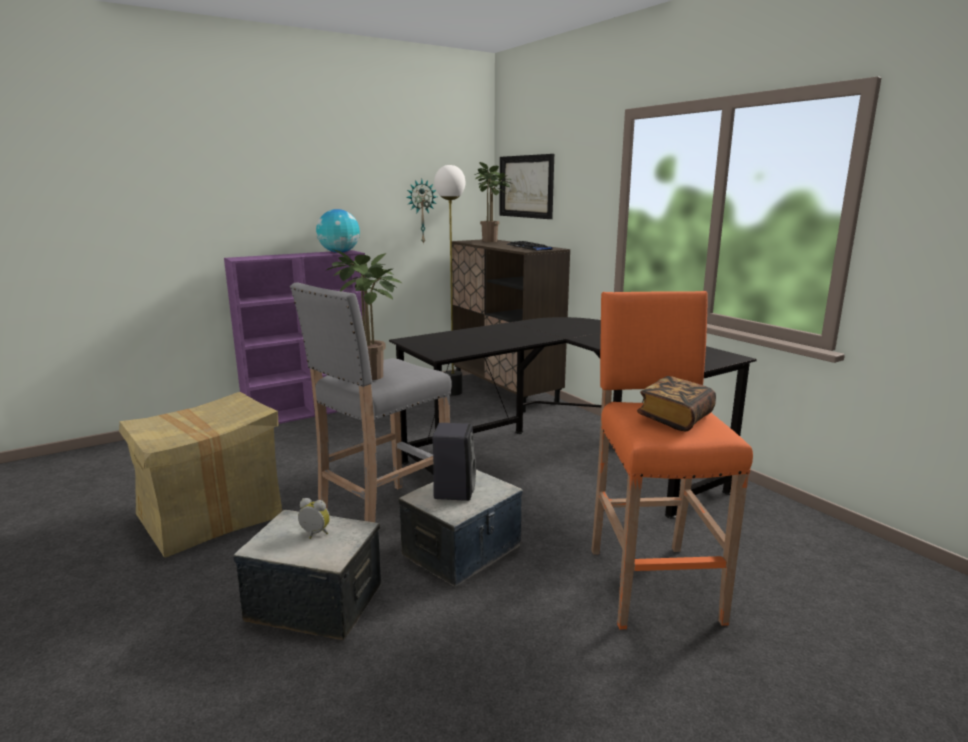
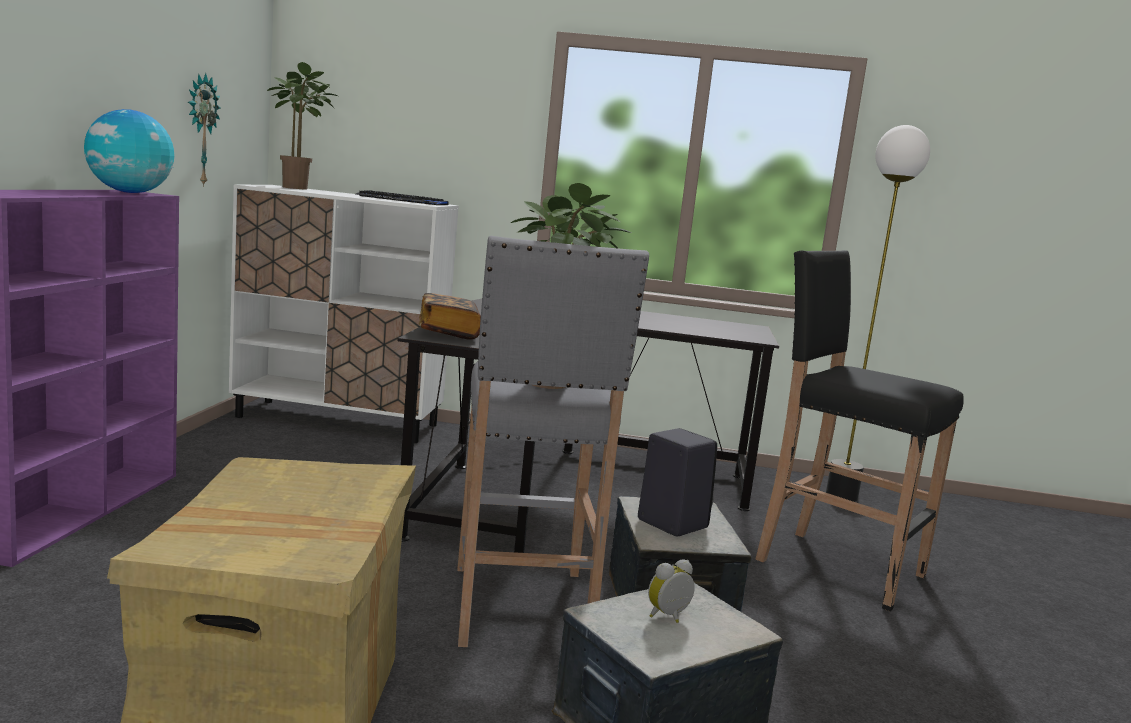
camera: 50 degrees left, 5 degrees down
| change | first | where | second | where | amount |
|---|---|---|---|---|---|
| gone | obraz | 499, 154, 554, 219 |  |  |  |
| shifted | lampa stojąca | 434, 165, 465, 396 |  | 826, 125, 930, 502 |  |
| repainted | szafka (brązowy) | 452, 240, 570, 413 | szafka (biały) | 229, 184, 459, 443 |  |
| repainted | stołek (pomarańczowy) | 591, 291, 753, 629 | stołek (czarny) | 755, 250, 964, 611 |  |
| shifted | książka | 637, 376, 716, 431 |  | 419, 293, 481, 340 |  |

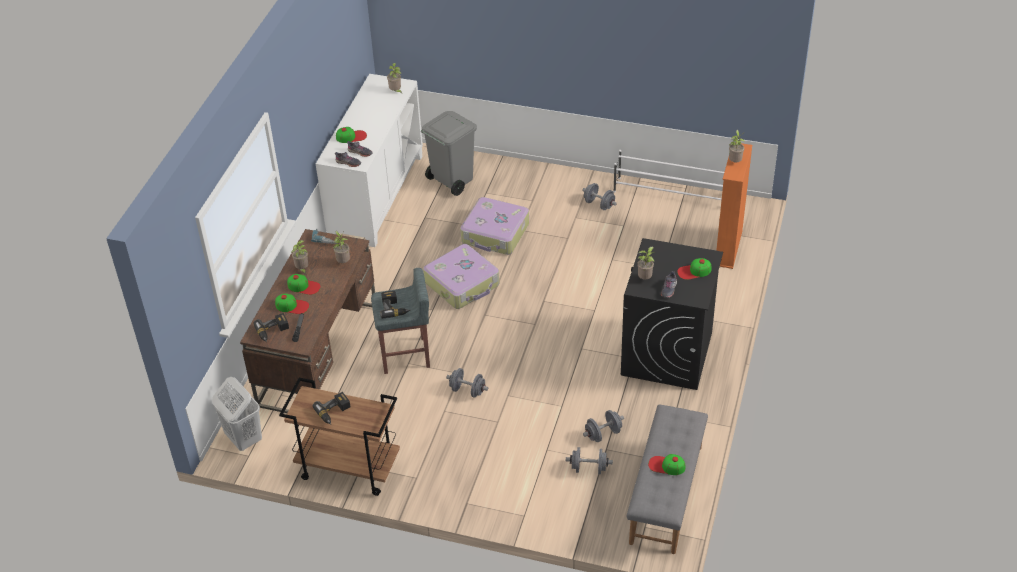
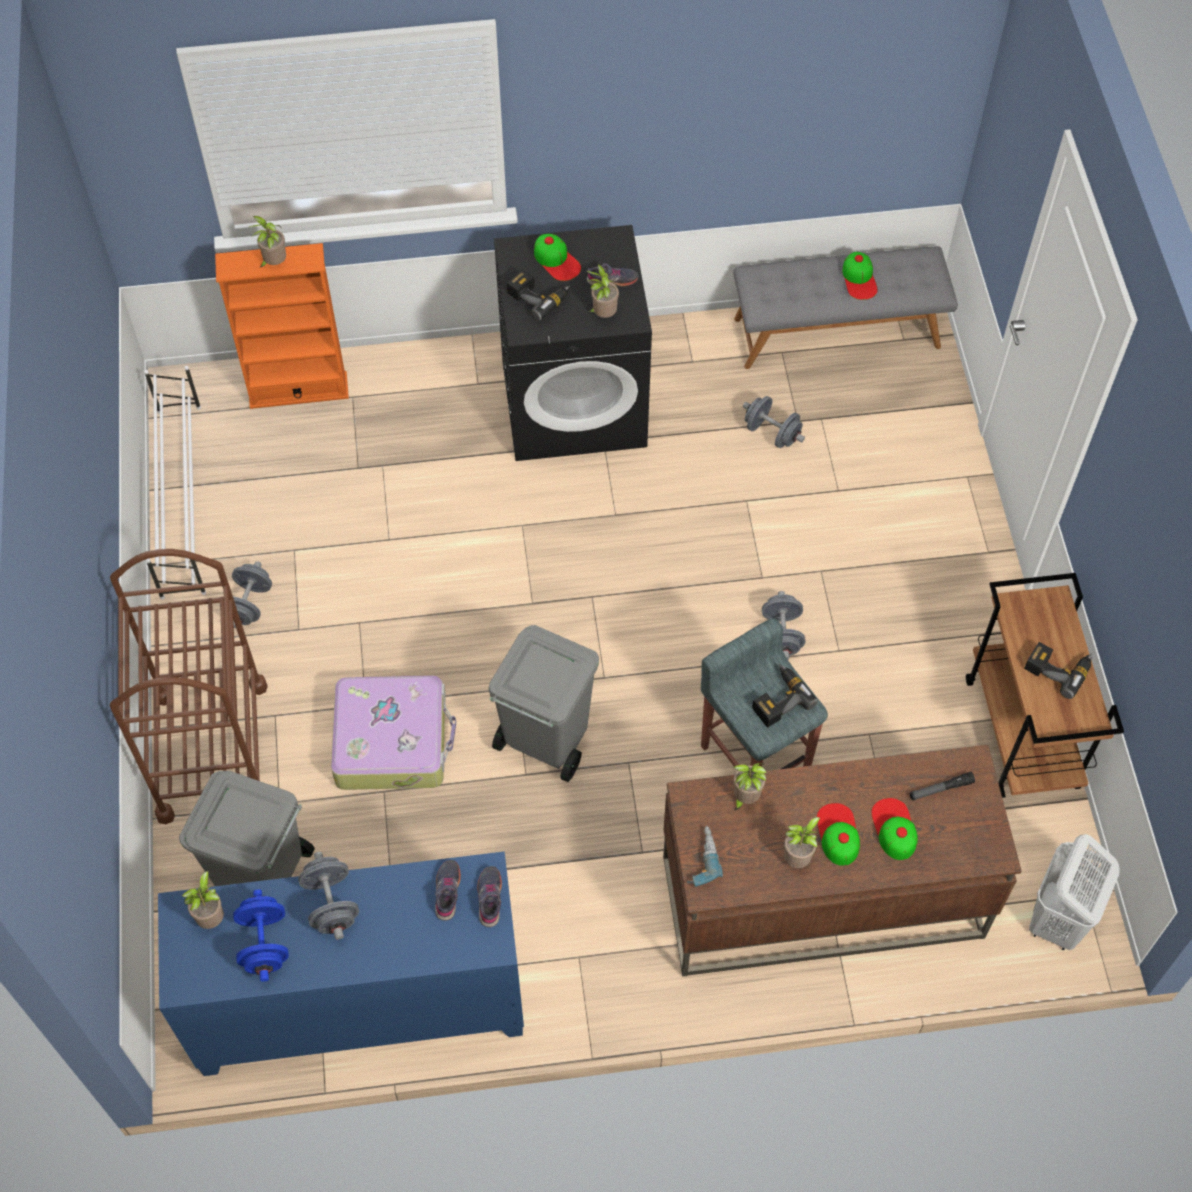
camera: 115 degrees left, 15 degrees up
| change | first | where | second | where | amount |
|---|---|---|---|---|---|
| repainted | szafka (biały) | 316, 74, 423, 247 | szafka (niebieski) | 158, 851, 524, 1076 |  |
| gone | czapka z daszkiem | 336, 127, 367, 143 |  |  |  |
| swapped | walizka | 423, 244, 499, 309 | kosz na śmieci (szary) | 489, 625, 599, 782 |  |
| shifted | wiertarka | 253, 313, 289, 342 |  | 507, 270, 570, 321 |  |
| shifted | hantel (szary) | 566, 447, 613, 474 |  | 298, 852, 359, 940 |  |
| new |  |  | wózek (brązowy) | 110, 549, 268, 824 |  |
| new |  |  | hantel (niebieski) | 233, 889, 289, 982 |  |

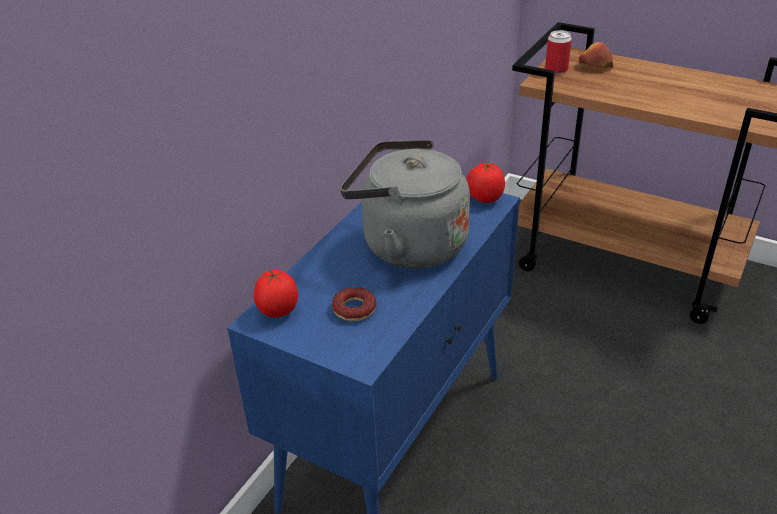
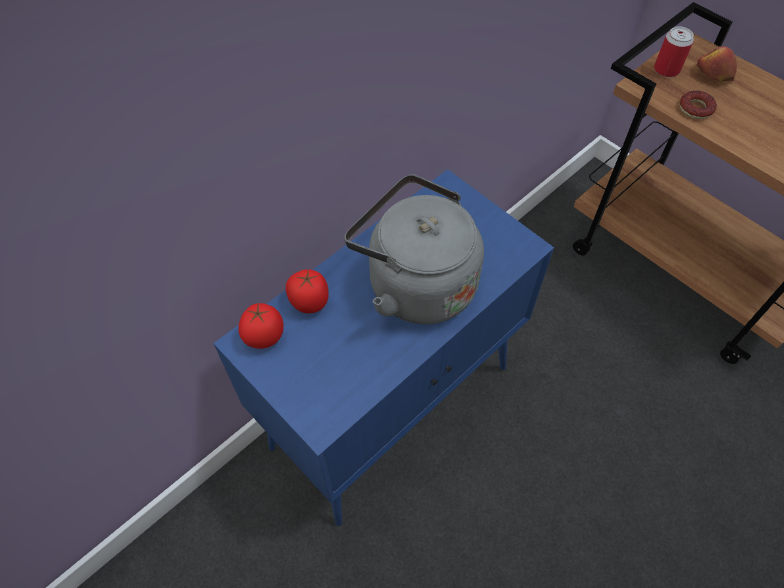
camera: 15 degrees right, 20 degrees up
| change | first | where | second | where | amount |
|---|---|---|---|---|---|
| shifted | pomidor | 466, 162, 505, 203 |  | 286, 269, 329, 313 |  |
| shifted | donut | 332, 287, 376, 321 |  | 679, 90, 717, 119 |  |

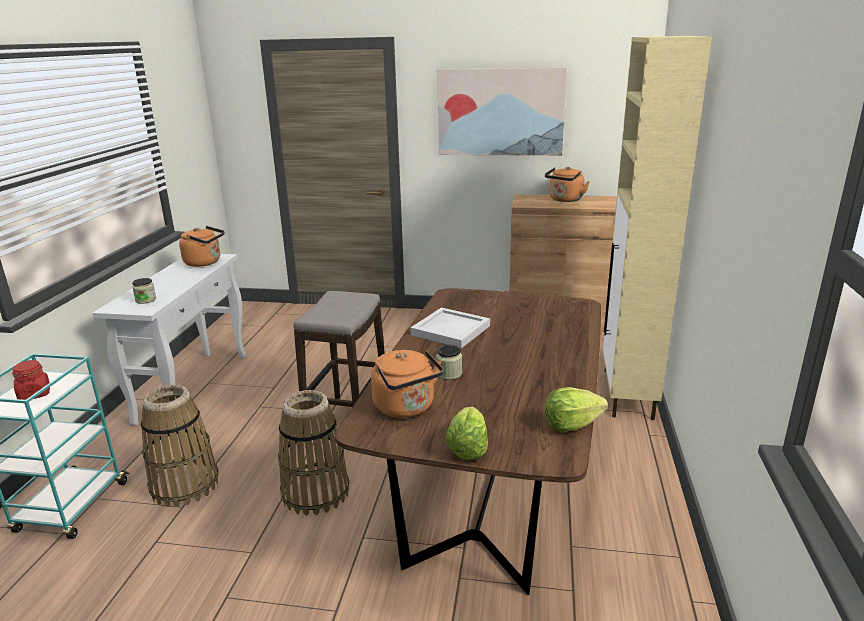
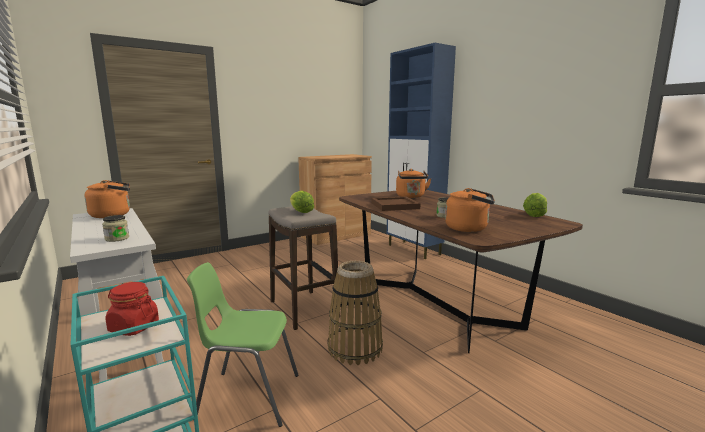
camera: 45 degrees left, 10 degrees down
| change | first | where | second | where | amount |
|---|---|---|---|---|---|
| repainted | szafka (beżowy) | 602, 36, 712, 420 | szafka (niebieski) | 387, 43, 456, 259 |  |
| gone | obraz | 437, 67, 567, 156 |  |  |  |
| shifted | czajnik (pomarańczowy) | 545, 167, 590, 202 |  | 396, 169, 431, 198 |  |
| repainted | taca (biały) | 411, 307, 490, 348 | taca (brązowy) | 372, 196, 420, 211 |  |
| swapped | koszyk | 141, 385, 219, 507 | krzesło (zielony) | 187, 262, 298, 427 |  |
| shifted | sałata | 445, 407, 488, 460 |  | 290, 190, 314, 213 |  |

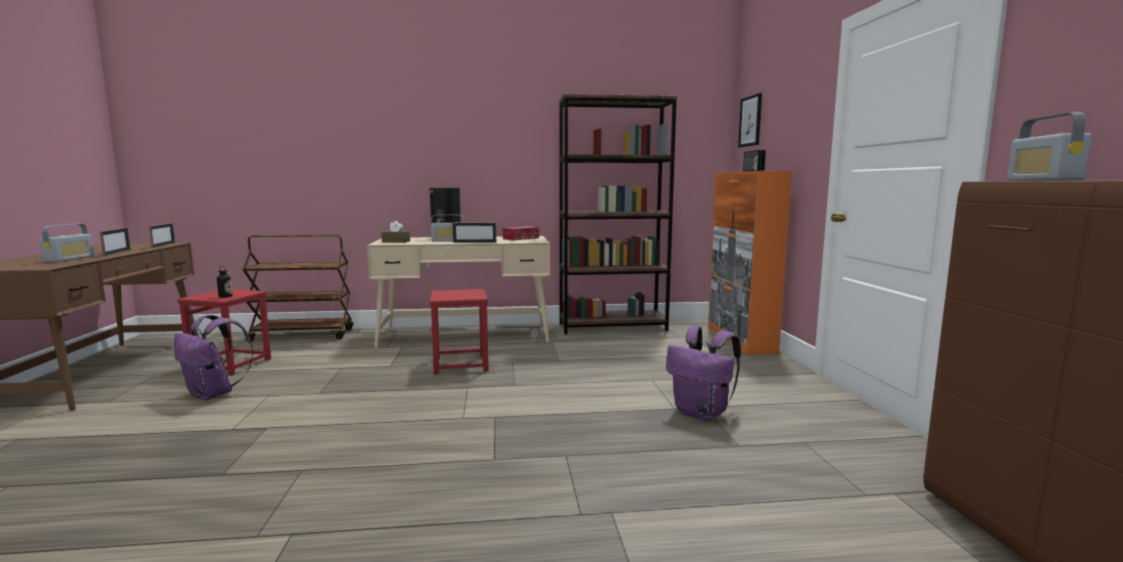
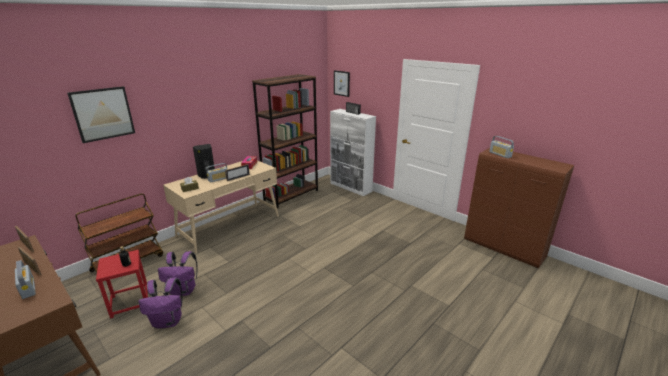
camera: 40 degrees left, 15 degrees up
| change | first | where | second | where | amount |
|---|---|---|---|---|---|
| repainted | szafka (pomarańczowy) | 708, 171, 792, 355 | szafka (biały) | 330, 109, 376, 196 |  |
| gone | stołek (czerwony) | 430, 289, 489, 375 |  |  |  |
| shifted | plecak (fioletowy) | 666, 326, 741, 420 |  | 158, 251, 198, 296 |  |
| new |  |  | obraz | 67, 86, 135, 143 |  |

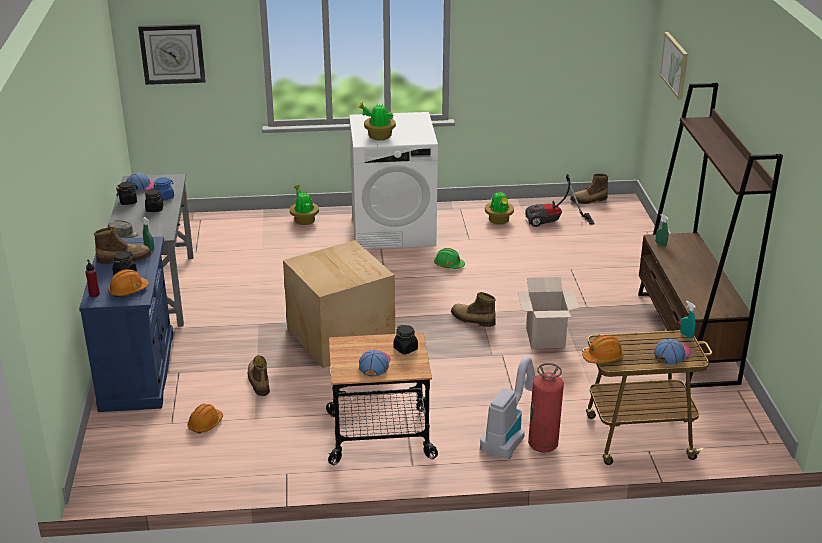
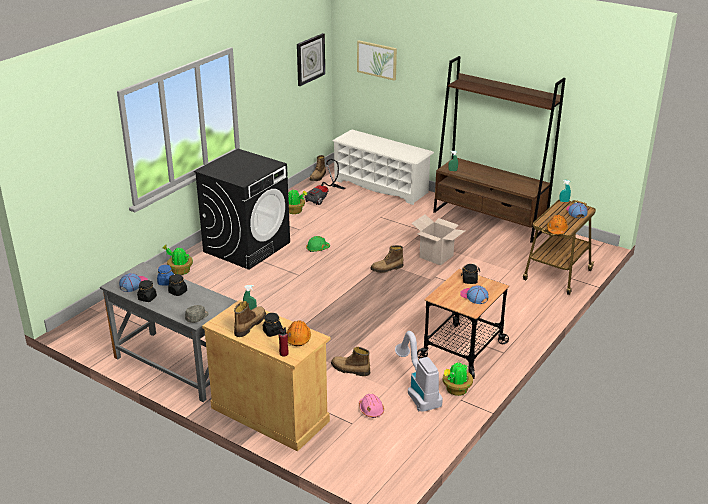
camera: 50 degrees left, 0 degrees up
| change | first | where | second | where | amount |
|---|---|---|---|---|---|
| shifted | zegar ścienny | 138, 24, 206, 85 |  | 297, 33, 325, 86 |  |
| shifted | roślina doniczkowa | 358, 102, 396, 140 |  | 443, 361, 473, 396 |  |
| repainted | pralka (biały) | 349, 112, 438, 249 | pralka (czarny) | 194, 149, 290, 270 |  |
| repainted | szafka (niebieski) | 79, 237, 174, 412 | szafka (beżowy) | 202, 300, 330, 451 |  |
| gone | karton | 283, 240, 395, 368 |  |  |  |
| shifted | odkurzacz | 480, 356, 537, 459 |  | 395, 331, 443, 412 |  |
| gone | gaśnica | 528, 363, 564, 453 |  |  |  |
| repainted | kask (pomarańczowy) | 188, 404, 223, 434 | kask (różowy) | 359, 394, 384, 418 |  |
| new |  |  | regał na buty (biały) | 332, 129, 434, 205 |  |

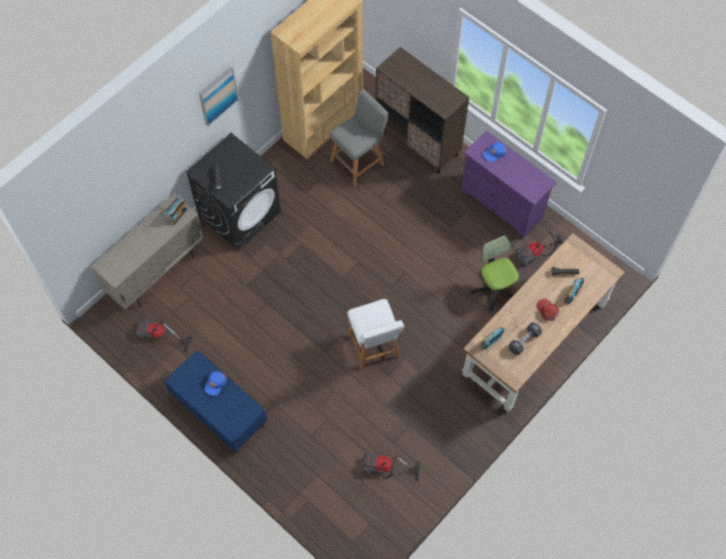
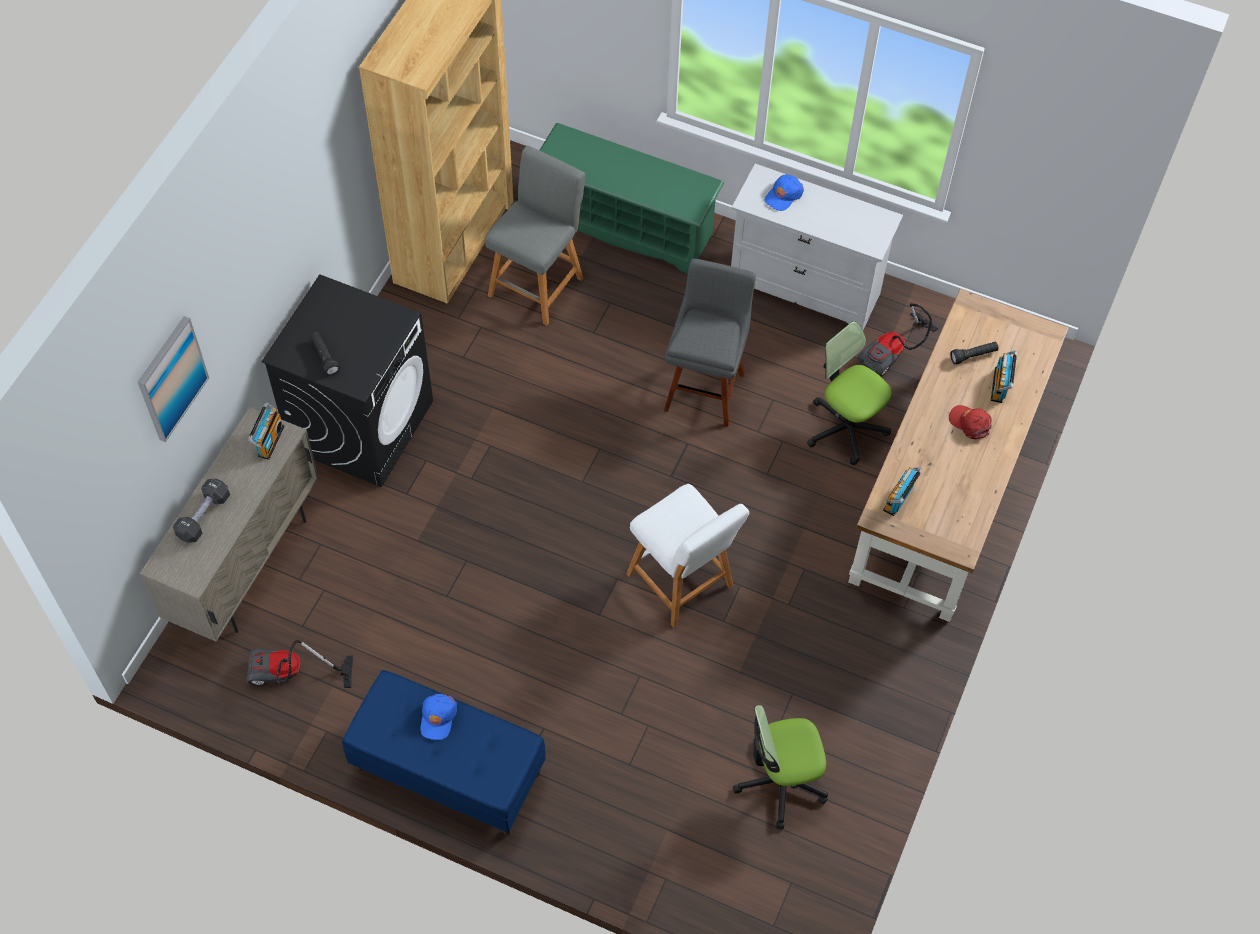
camera: 20 degrees left, 5 degrees down
| change | first | where | second | where | amount |
|---|---|---|---|---|---|
| swapped | szafka (brązowy) | 376, 47, 469, 174 | regał na buty (zielony) | 539, 123, 724, 274 |  |
| shifted | obraz | 199, 67, 239, 126 |  | 138, 316, 209, 442 |  |
| repainted | komoda (fioletowy) | 461, 130, 557, 238 | komoda (biały) | 731, 164, 903, 330 |  |
| shifted | hantel (czarny) | 509, 322, 542, 355 |  | 173, 479, 230, 543 |  |
| swapped | odkurzacz | 362, 453, 420, 481 | krzesło biurowe | 733, 705, 828, 829 |  |
| new |  |  | stołek (szary) | 664, 259, 756, 427 |  |

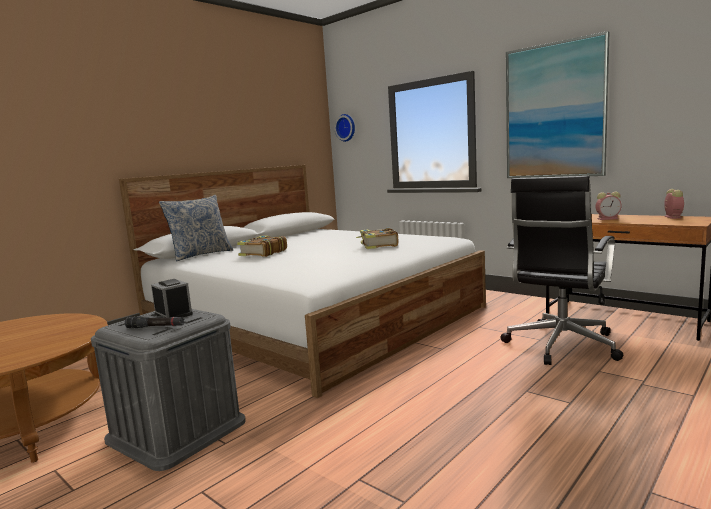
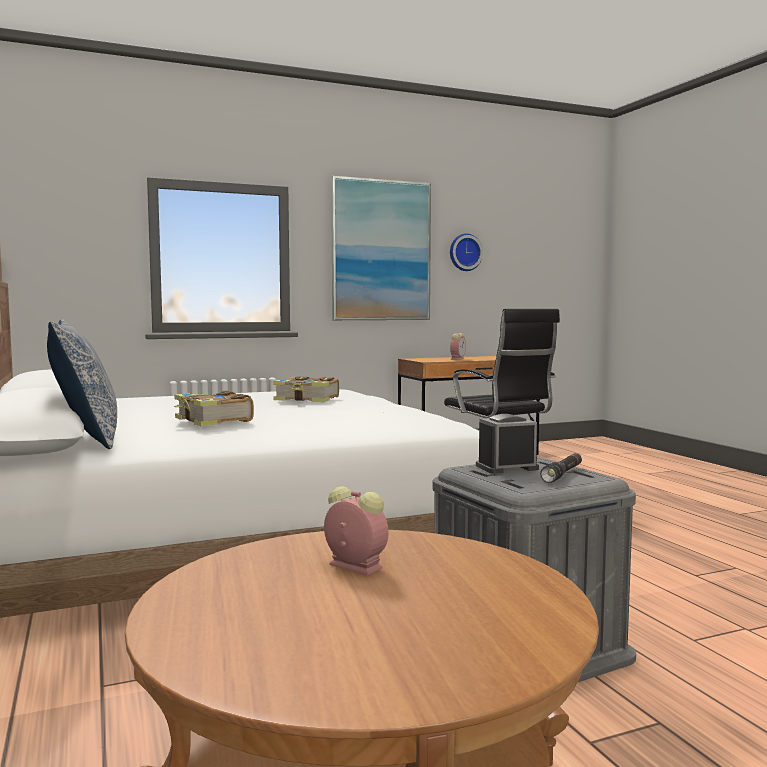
camera: 65 degrees left, 5 degrees down
| change | first | where | second | where | amount |
|---|---|---|---|---|---|
| shifted | zegar ścienny | 334, 114, 355, 142 |  | 450, 233, 483, 271 |  |
| shifted | budzik | 664, 189, 684, 219 |  | 324, 486, 389, 575 |  |

